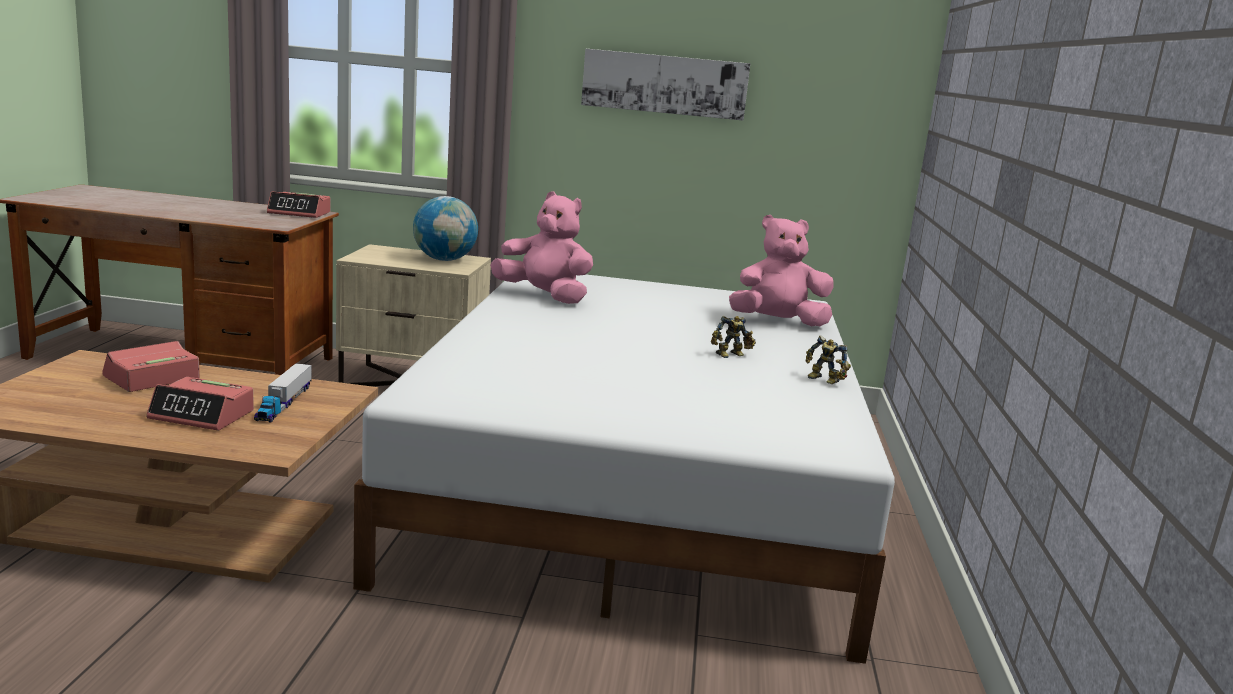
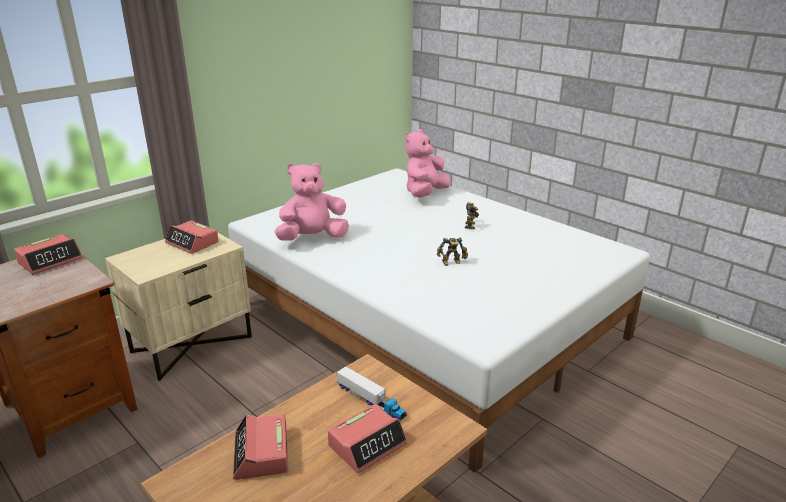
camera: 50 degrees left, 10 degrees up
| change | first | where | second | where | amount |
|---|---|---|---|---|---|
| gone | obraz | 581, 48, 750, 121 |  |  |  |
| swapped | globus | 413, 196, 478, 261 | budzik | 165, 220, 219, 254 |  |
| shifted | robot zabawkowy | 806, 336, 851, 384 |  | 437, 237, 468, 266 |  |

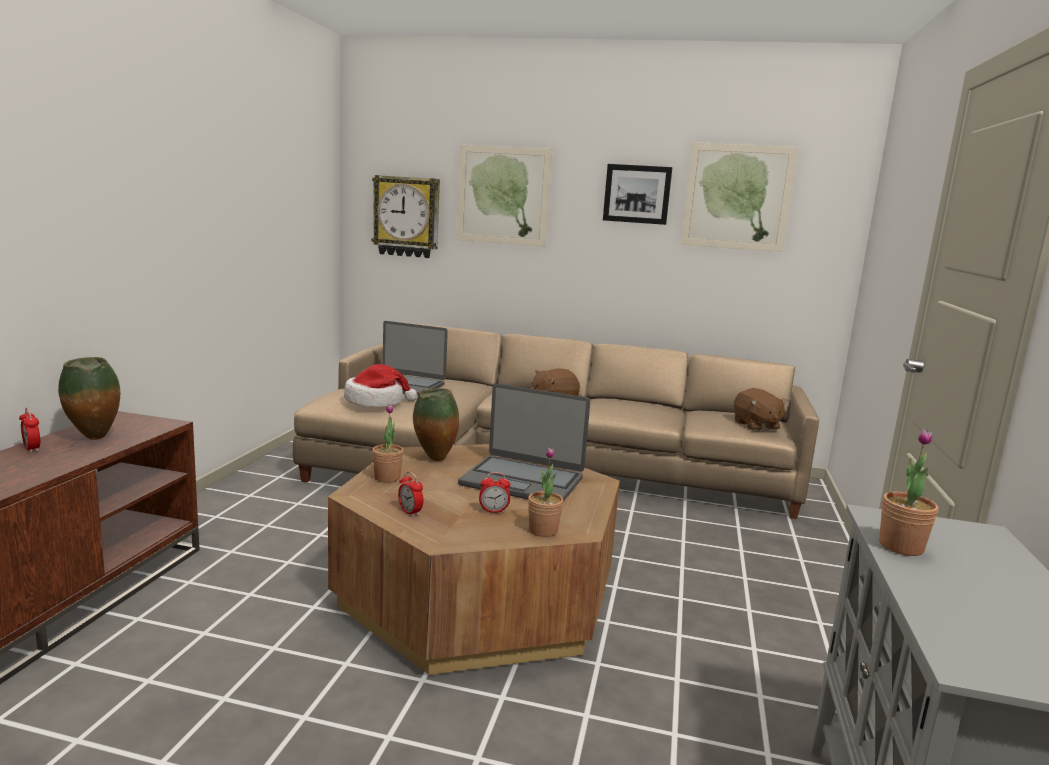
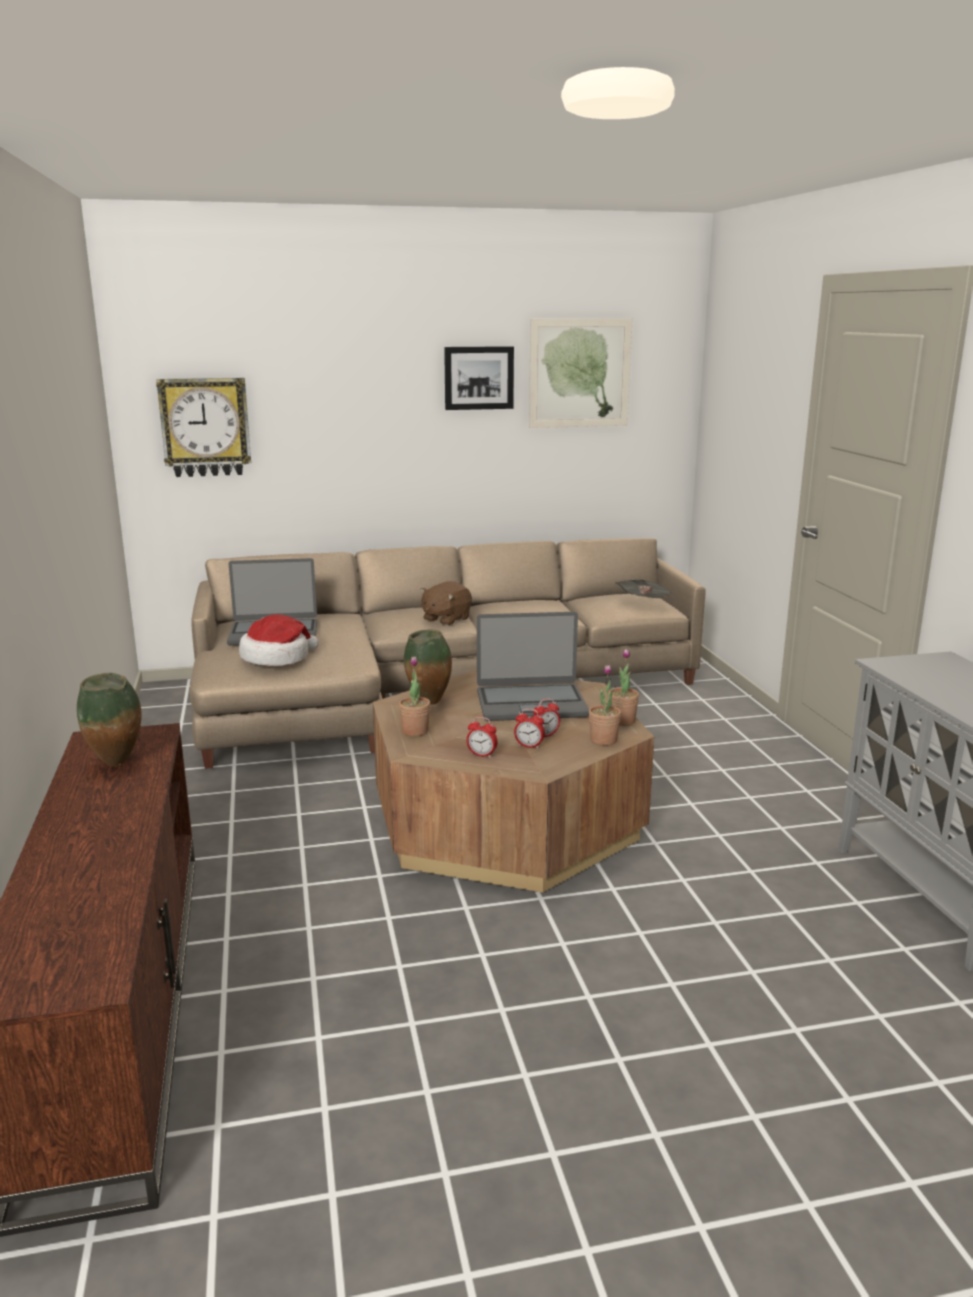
camera: 25 degrees left, 5 degrees up
| change | first | where | second | where | amount |
|---|---|---|---|---|---|
| gone | obraz | 456, 145, 552, 247 |  |  |  |
| swapped | pluszak (brązowy) | 734, 388, 788, 431 | gazeta | 615, 580, 672, 598 |  |
| shifted | budzik | 19, 408, 40, 453 |  | 514, 708, 545, 749 |  |
| shifted | roślina doniczkowa | 879, 429, 938, 556 |  | 608, 649, 639, 726 |  |

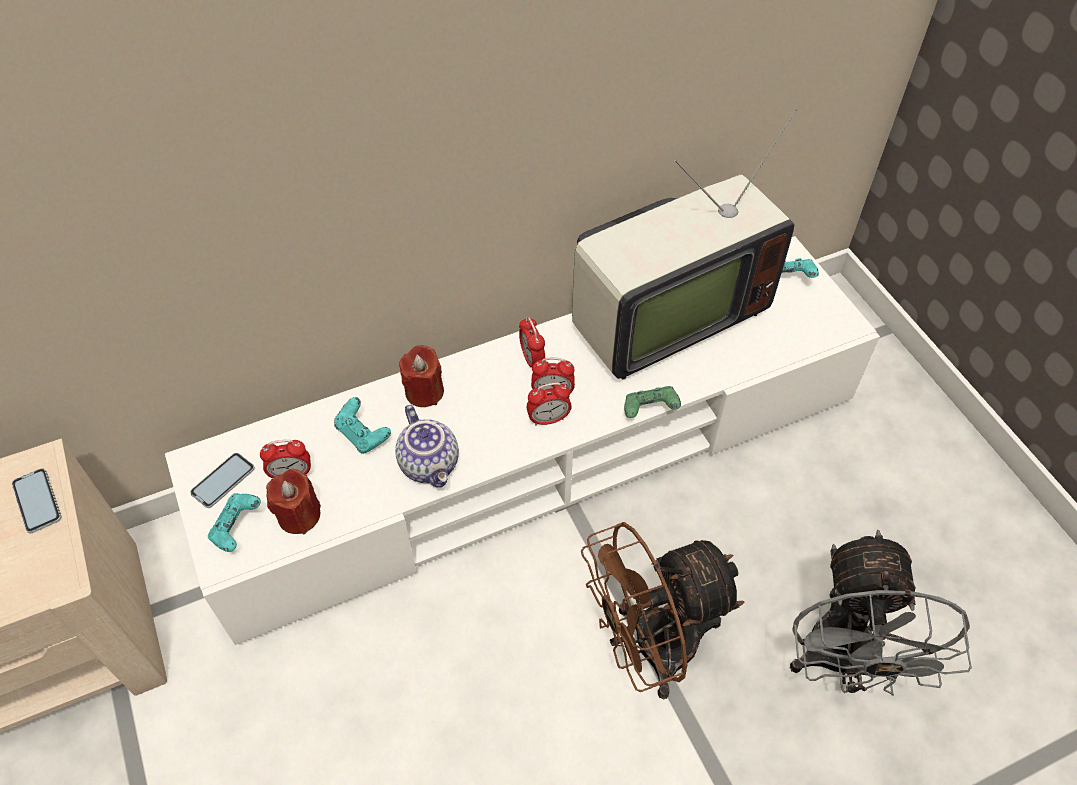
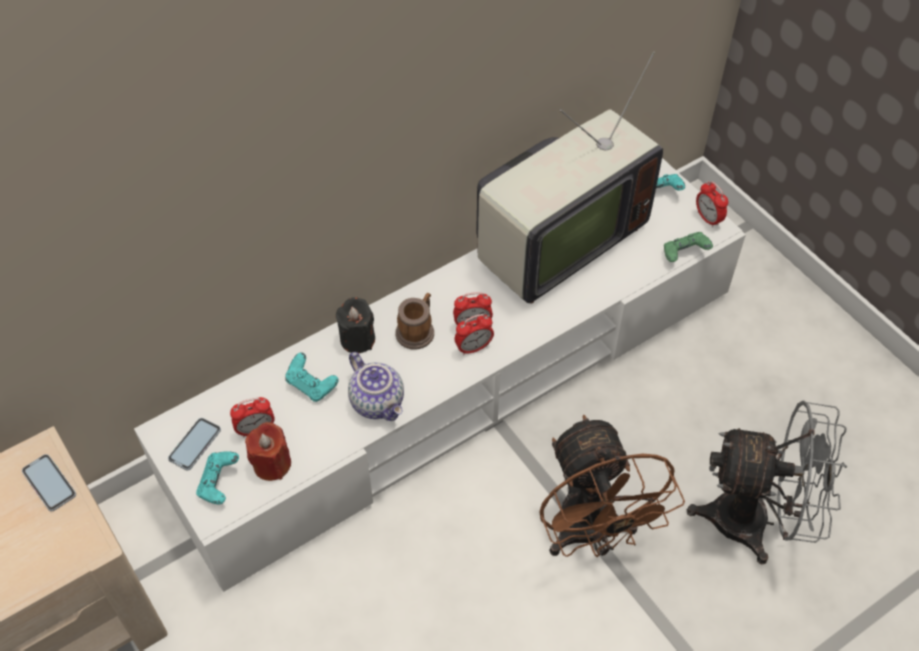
camera: 10 degrees left, 0 degrees up
| change | first | where | second | where | amount |
|---|---|---|---|---|---|
| shifted | budzik | 519, 317, 545, 368 |  | 696, 181, 728, 228 |  |
| repainted | świeca (czerwony) | 399, 345, 444, 407 | świeca (czarny) | 336, 297, 375, 353 |  |
| shifted | pad do gier (zielony) | 624, 386, 681, 418 |  | 664, 232, 713, 262 |  |
| rotated | wentylator (brązowy) | 581, 522, 745, 699 |  | 539, 415, 685, 557 | 75 degrees counterclockwise |
| rotated | wentylator (szary) | 790, 530, 972, 696 |  | 687, 401, 847, 565 | 75 degrees counterclockwise |
| new |  |  | kubek | 395, 293, 434, 350 |  |

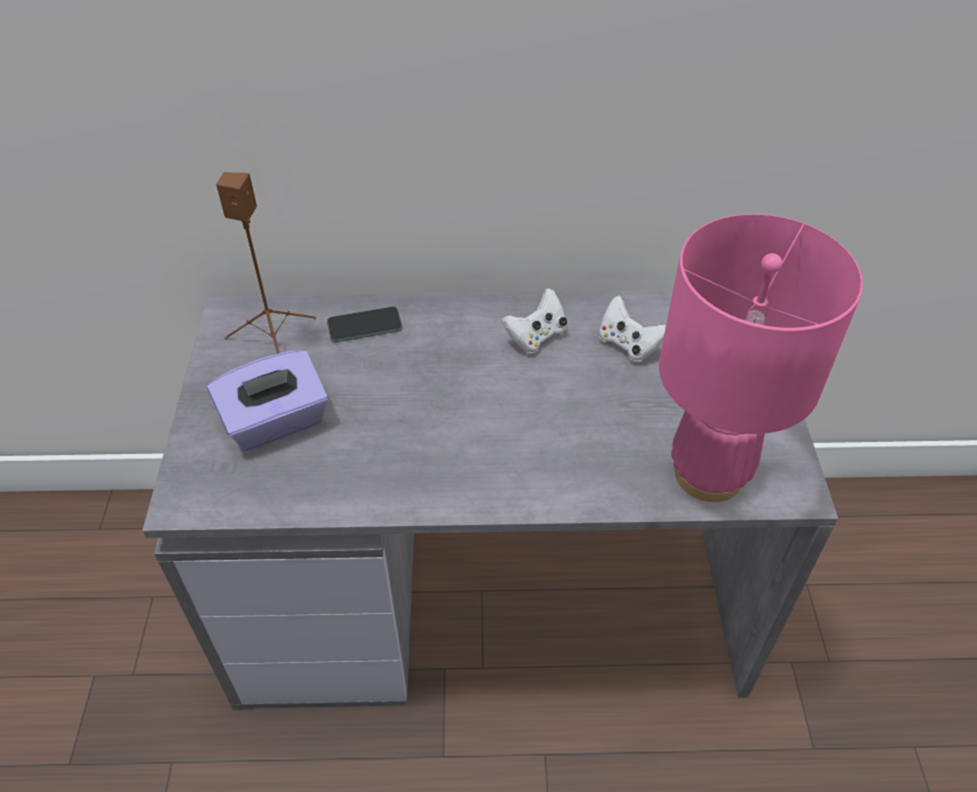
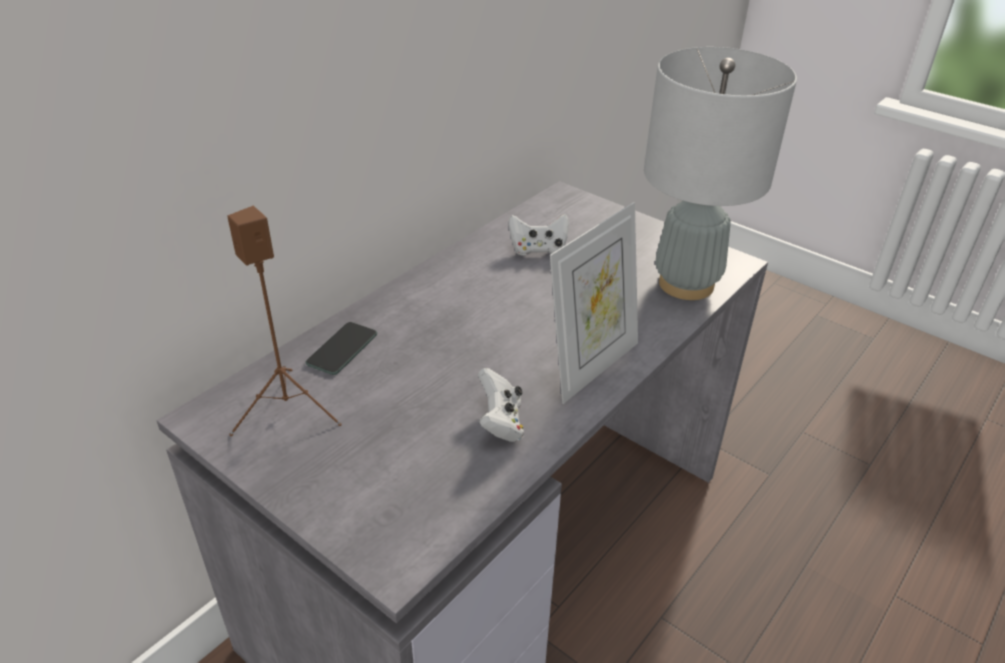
camera: 50 degrees left, 10 degrees down
| change | first | where | second | where | amount |
|---|---|---|---|---|---|
| repainted | lampa stołowa (różowy) | 659, 214, 863, 502 | lampa stołowa (szary) | 644, 47, 797, 300 |  |
| shifted | pad do gier (biały) | 502, 288, 567, 353 |  | 478, 368, 524, 442 |  |
| gone | pudełko chusteczek (fioletowy) | 207, 350, 328, 451 |  |  |  |
| new |  |  | ramka na zdjęcie | 550, 202, 638, 404 |  |

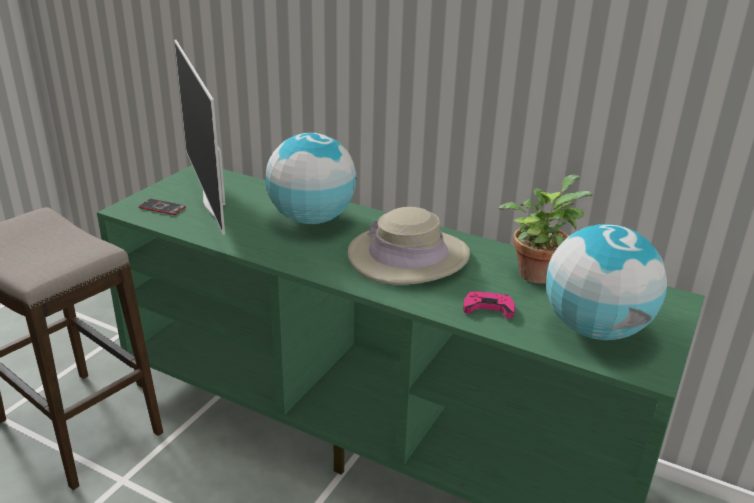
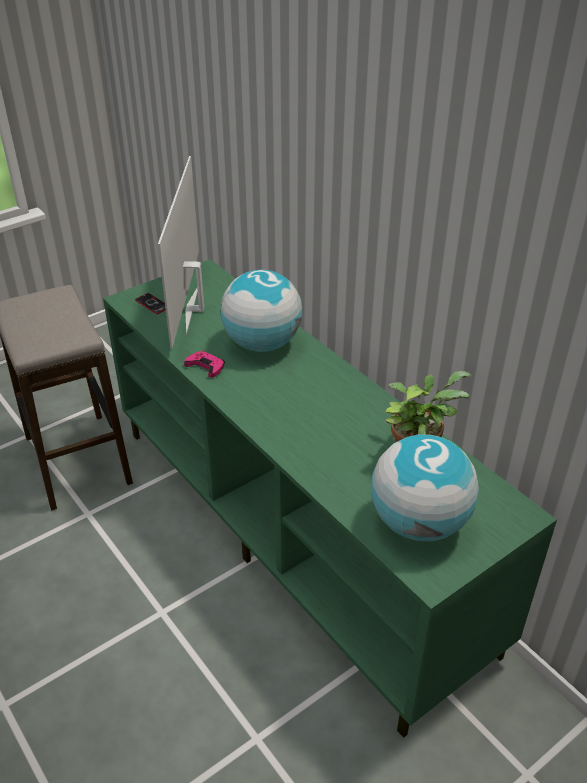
camera: 25 degrees right, 10 degrees up
| change | first | where | second | where | amount |
|---|---|---|---|---|---|
| gone | kapelusz (beżowy) | 348, 207, 470, 285 |  |  |  |
| shifted | pad do gier (różowy) | 463, 291, 515, 319 |  | 184, 351, 225, 378 |  |

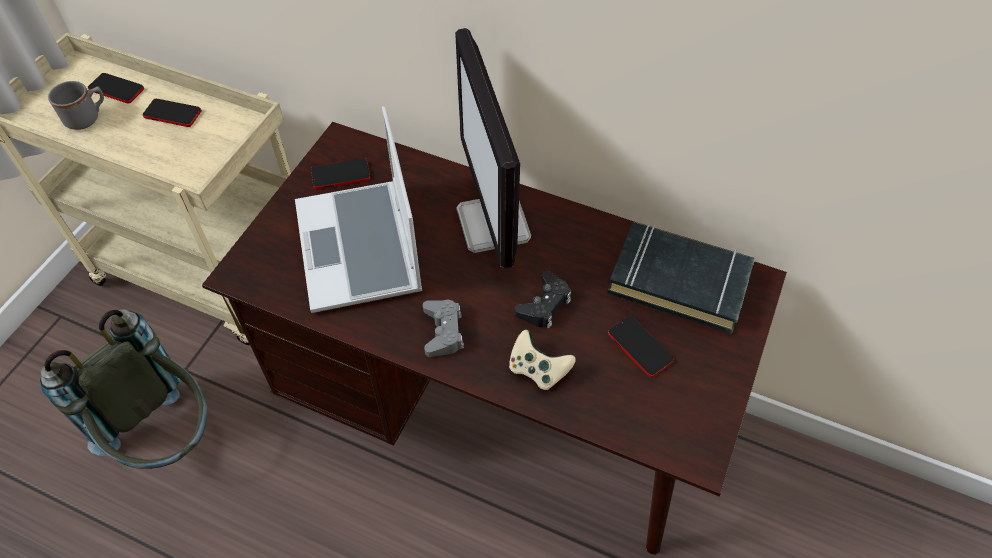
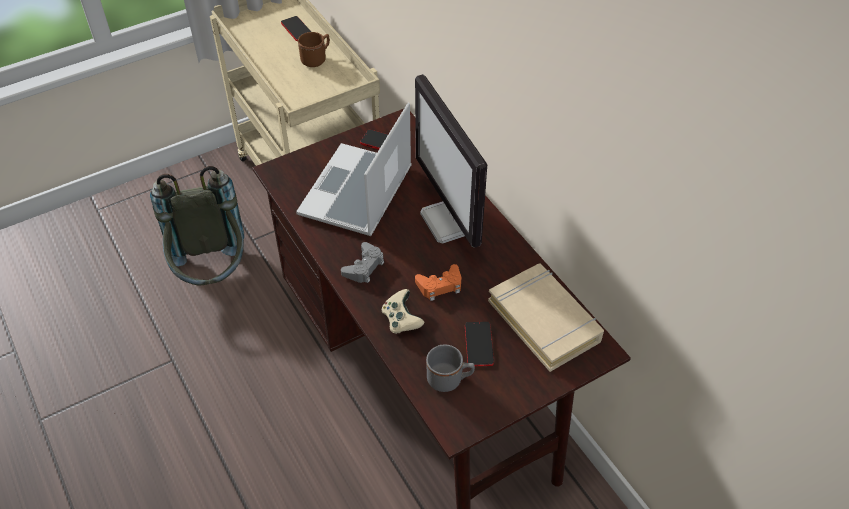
camera: 35 degrees right, 5 degrees down
| change | first | where | second | where | amount |
|---|---|---|---|---|---|
| rotated | monitor | 455, 28, 531, 268 |  | 415, 74, 487, 247 | 45 degrees counterclockwise |
| shifted | kubek (szary) | 48, 81, 104, 130 |  | 426, 345, 475, 392 |  |
| swapped | telefon | 142, 99, 202, 127 | kubek (brązowy) | 298, 32, 330, 67 |  |
| repainted | książka (czarny) | 607, 222, 755, 333 | książka (beżowy) | 488, 263, 604, 372 |  |
| repainted | pad do gier (czarny) | 514, 271, 571, 328 | pad do gier (pomarańczowy) | 415, 264, 461, 301 |  |

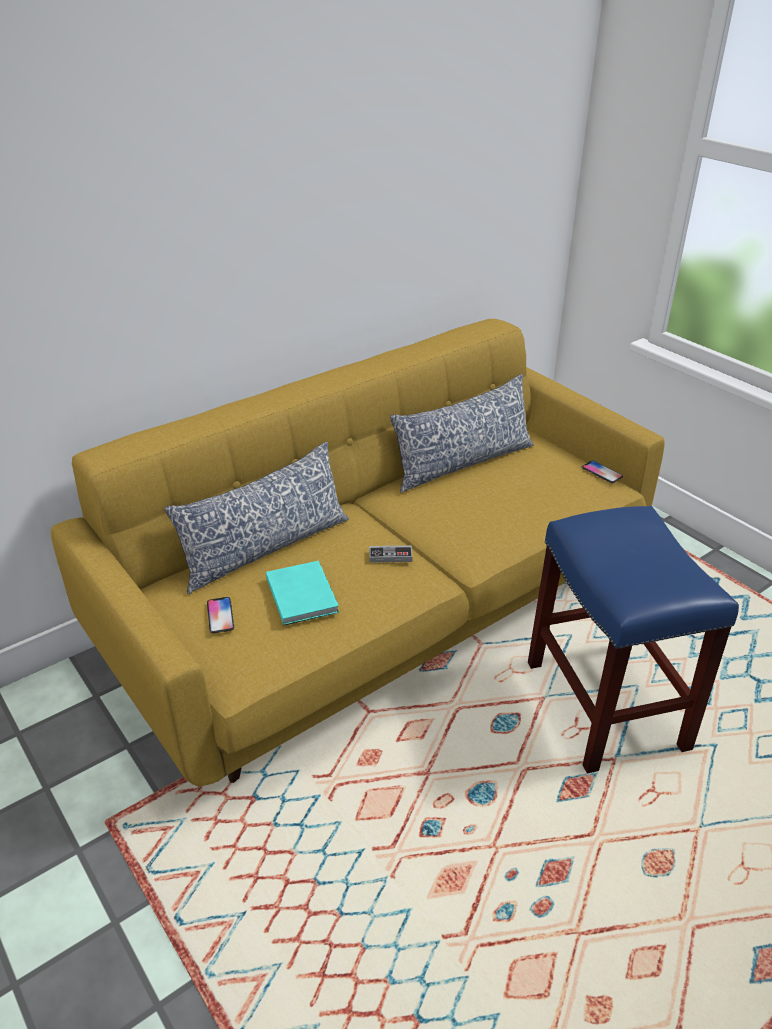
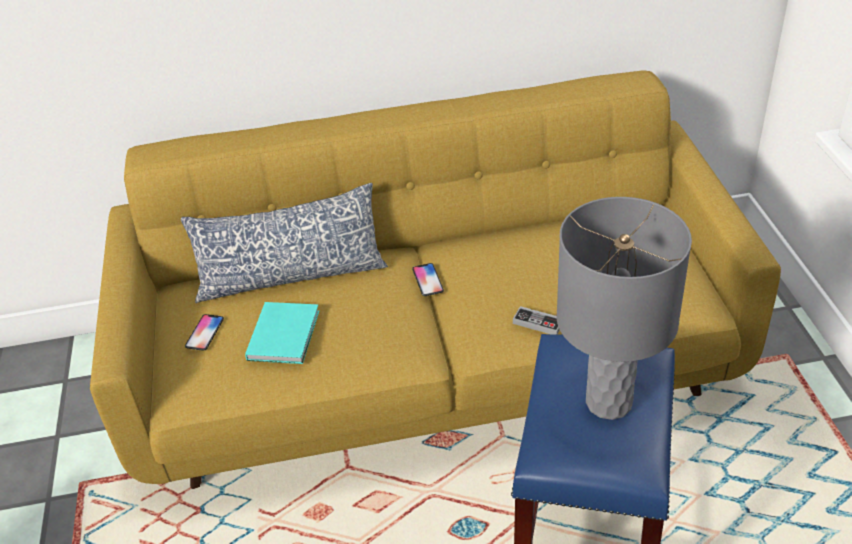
camera: 30 degrees right, 5 degrees up
| change | first | where | second | where | amount |
|---|---|---|---|---|---|
| gone | poduszka | 390, 374, 534, 493 |  |  |  |
| shifted | telefon | 582, 461, 623, 483 |  | 412, 263, 444, 296 |  |
| shifted | pad do gier | 369, 545, 413, 562 |  | 513, 306, 560, 335 |  |
| new |  |  | lampa stołowa (szary) | 556, 197, 692, 420 |  |

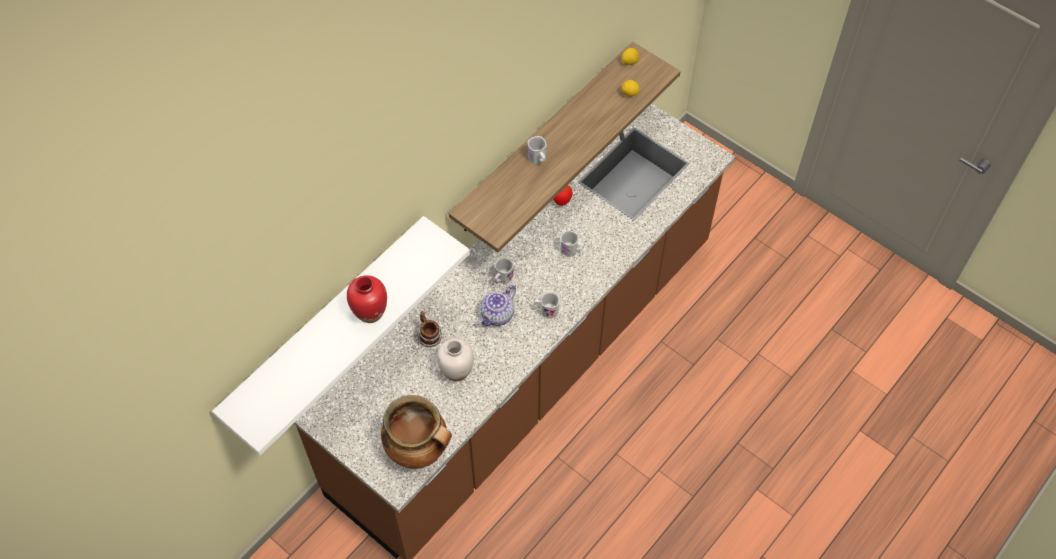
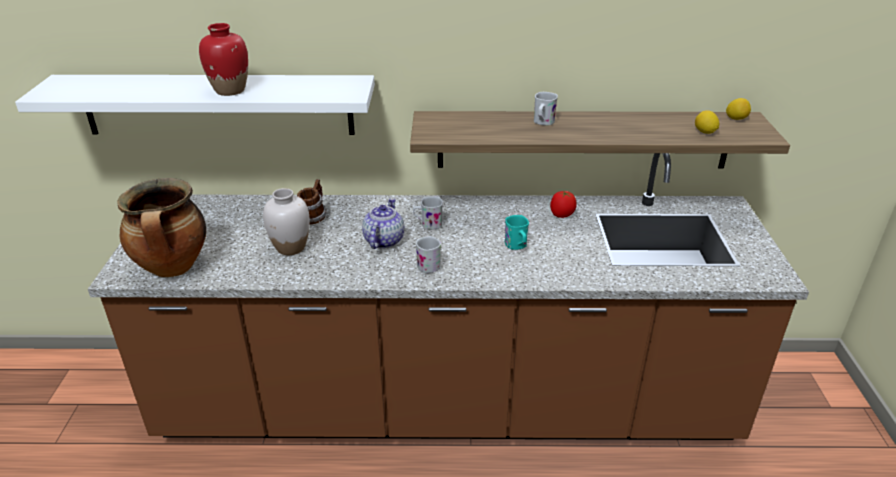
camera: 50 degrees right, 25 degrees down
| change | first | where | second | where | amount |
|---|---|---|---|---|---|
| repainted | kubek (biały) | 561, 230, 584, 257 | kubek (turkusowy) | 505, 215, 529, 250 |  |
| rotated | imbryk | 478, 285, 516, 326 |  | 362, 198, 404, 249 | 105 degrees clockwise |

